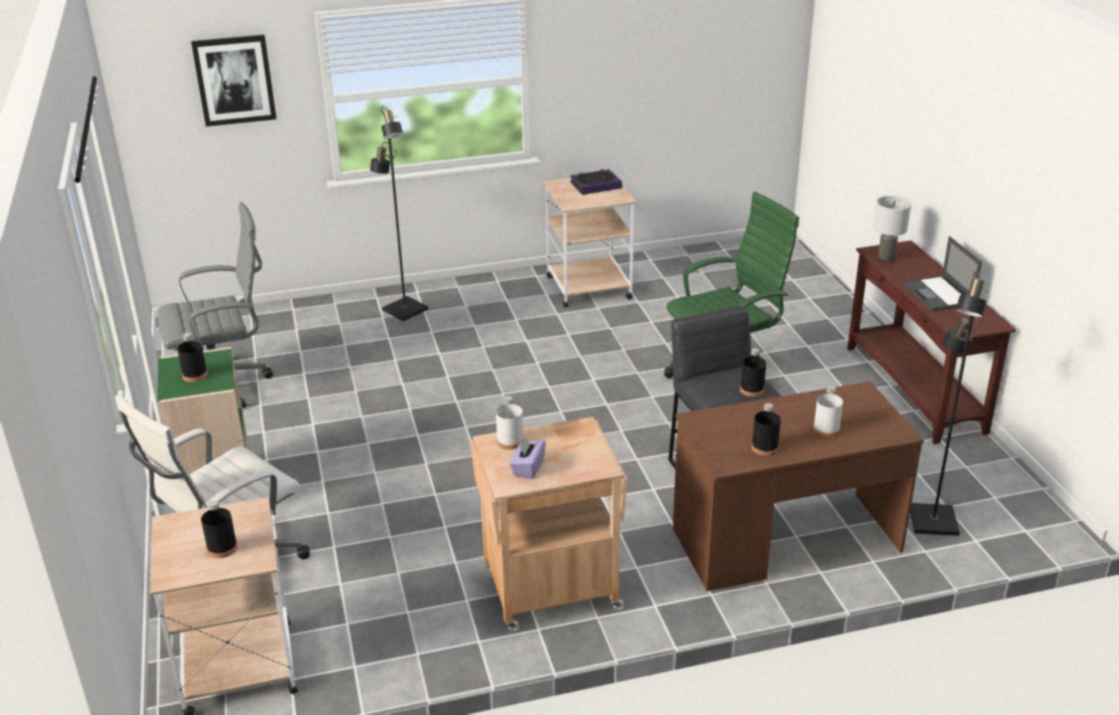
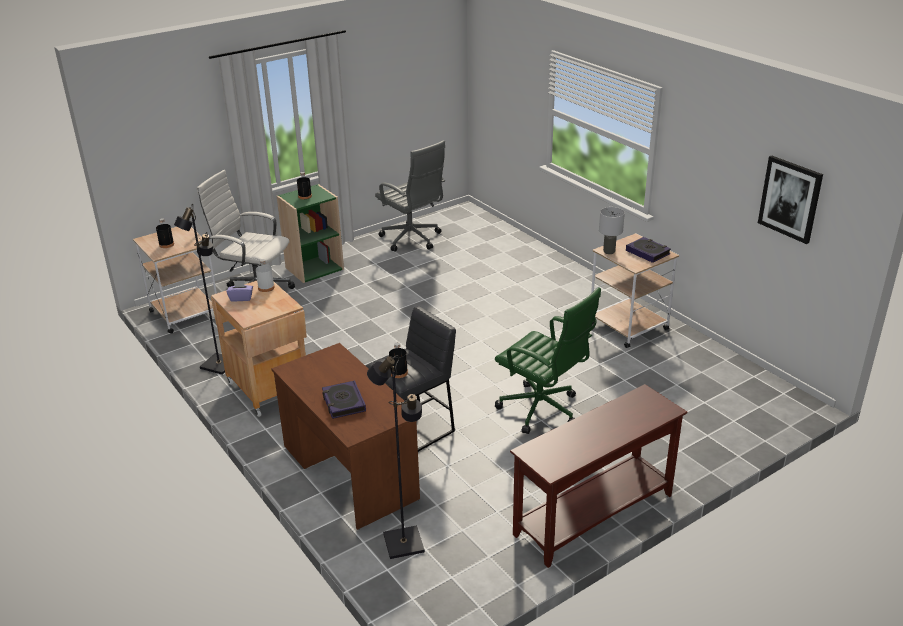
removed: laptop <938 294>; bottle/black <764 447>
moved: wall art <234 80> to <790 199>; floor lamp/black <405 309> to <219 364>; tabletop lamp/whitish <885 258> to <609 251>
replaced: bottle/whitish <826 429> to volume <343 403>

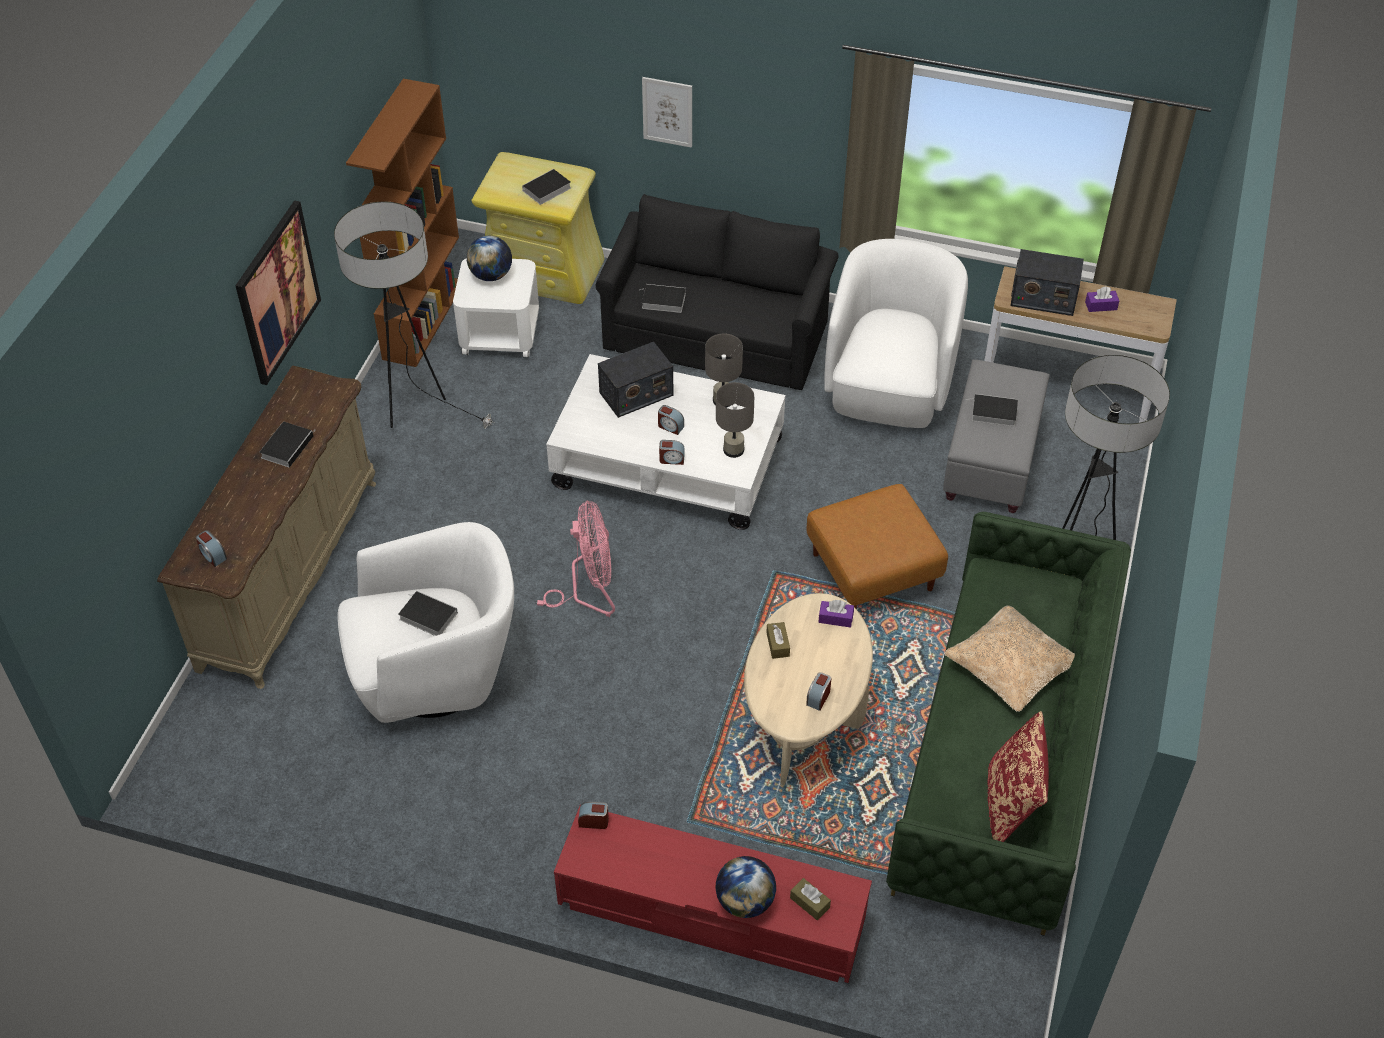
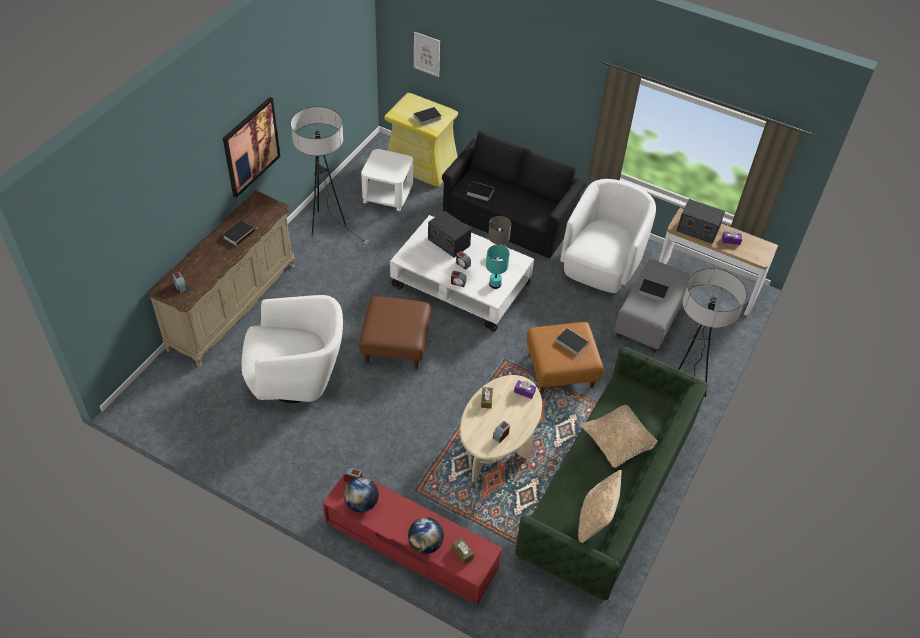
removed: bookcase/brown-coloured <423 319>
moved: wall art <667 111> to <427 54>; globe <491 275> to <362 503>; volume <426 616> to <570 342>
replaced: fan/pinkish <587 584> to pouffe/brown-coloured <395 345>
recoloured: tabletop lamp/grey <733 450> to tabletop lamp/turquoise <494 284>; pillow/red-coloured <1010 806> to pillow/beige <594 522>
turned: radio <636 394> = <448 242> 60 degrees clockwise

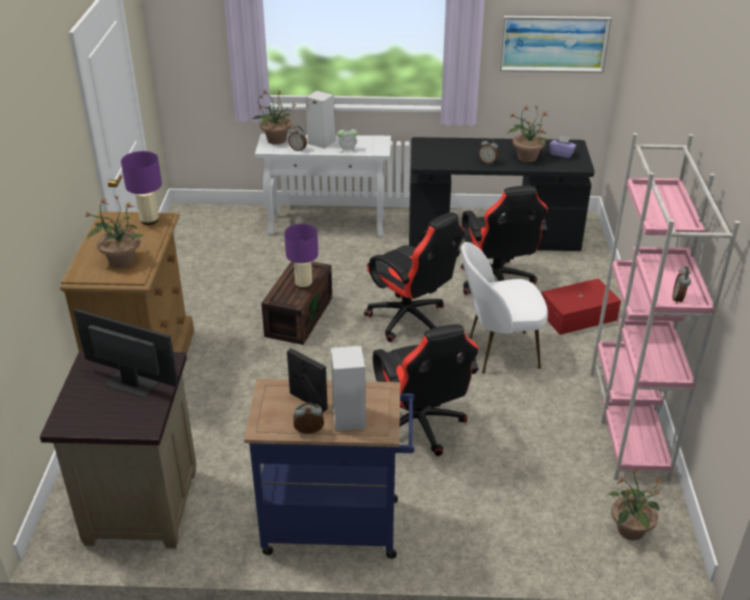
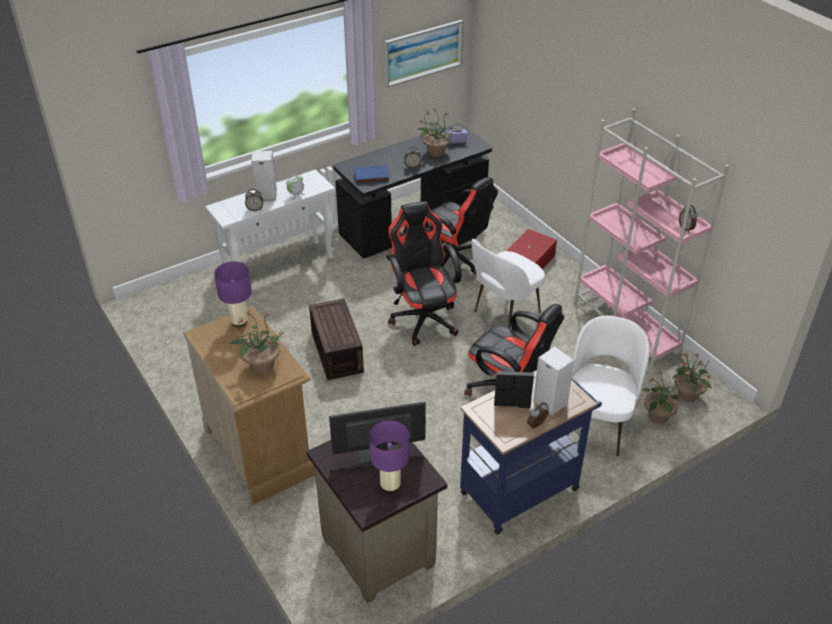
added: volume/blue <371 177>; upright chair/whitish <597 425>
moved: potted plant <276 140> to <657 416>; tabletop lamp/purple-coloured <304 284> to <390 484>
turned: computer chair/black <411 322> = <423 318> 120 degrees counterclockwise

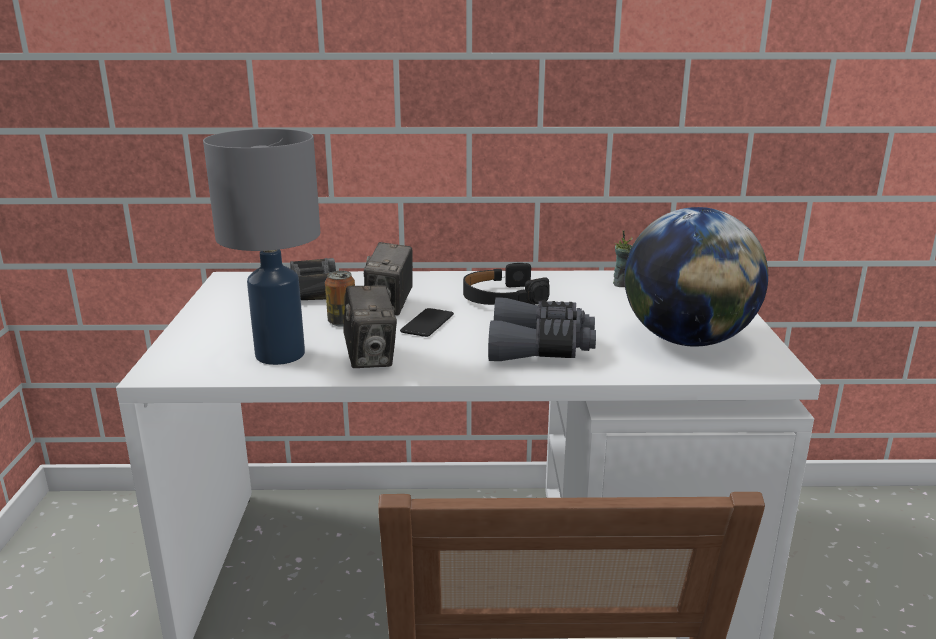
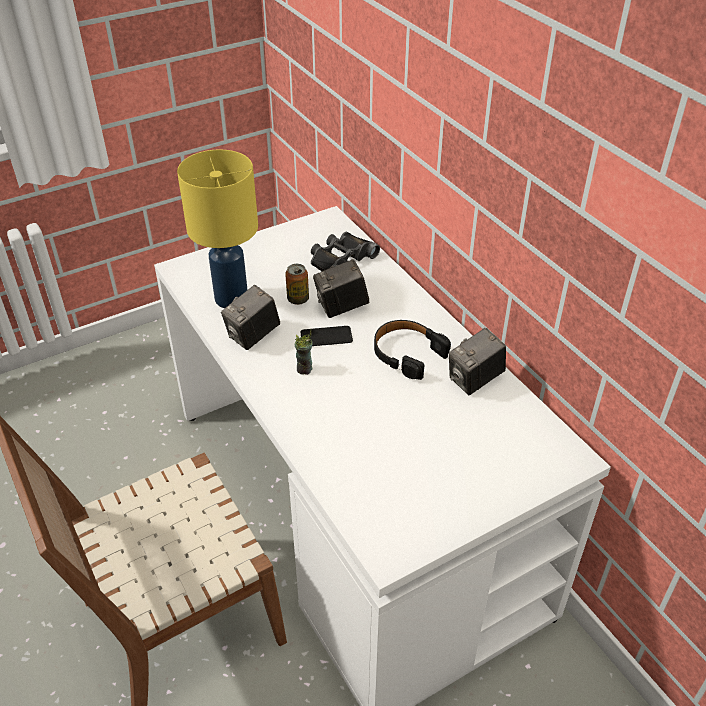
removed: globe <687 340>; field glasses/grey <541 348>
added: photo camera <475 380>
moved: small cup <621 284> to <305 369>
recoloured: tabletop lamp/grey <278 355> to tabletop lamp/yellow-coloured <230 298>

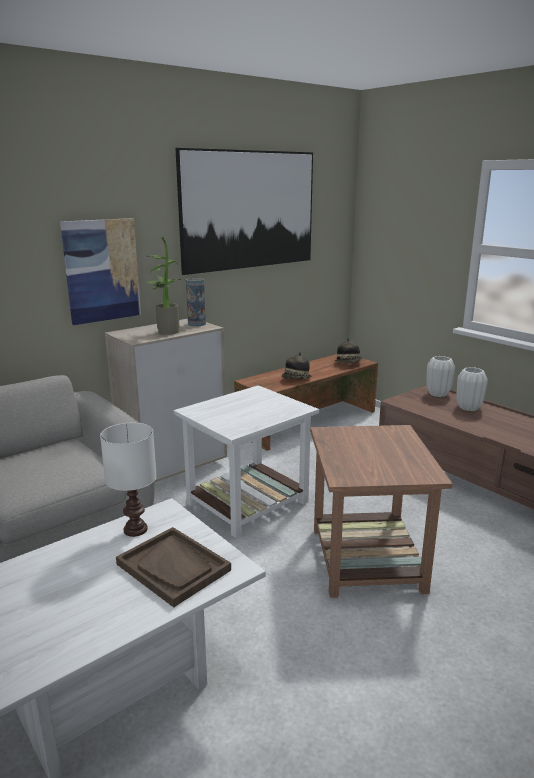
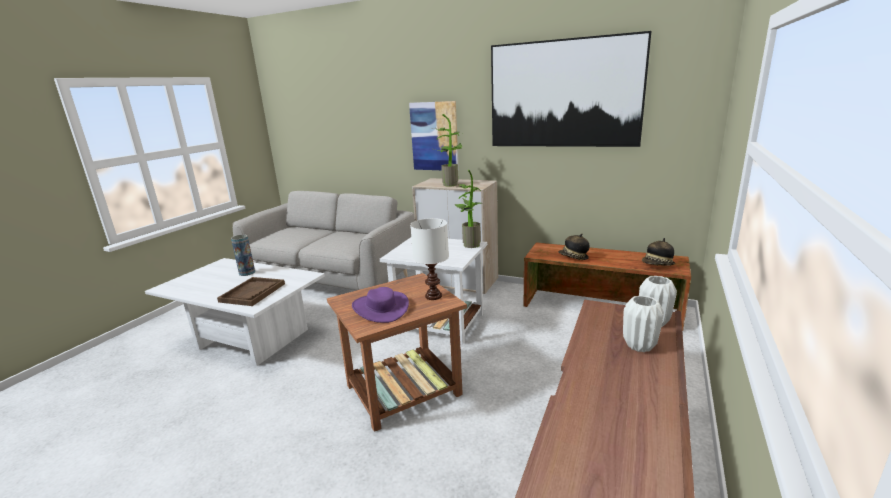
added: potted plant <469 244>; hat/purple-coloured <380 308>
moved: flower vase <197 324> to <247 273>; tabletop lamp/whitish <136 529> to <434 296>

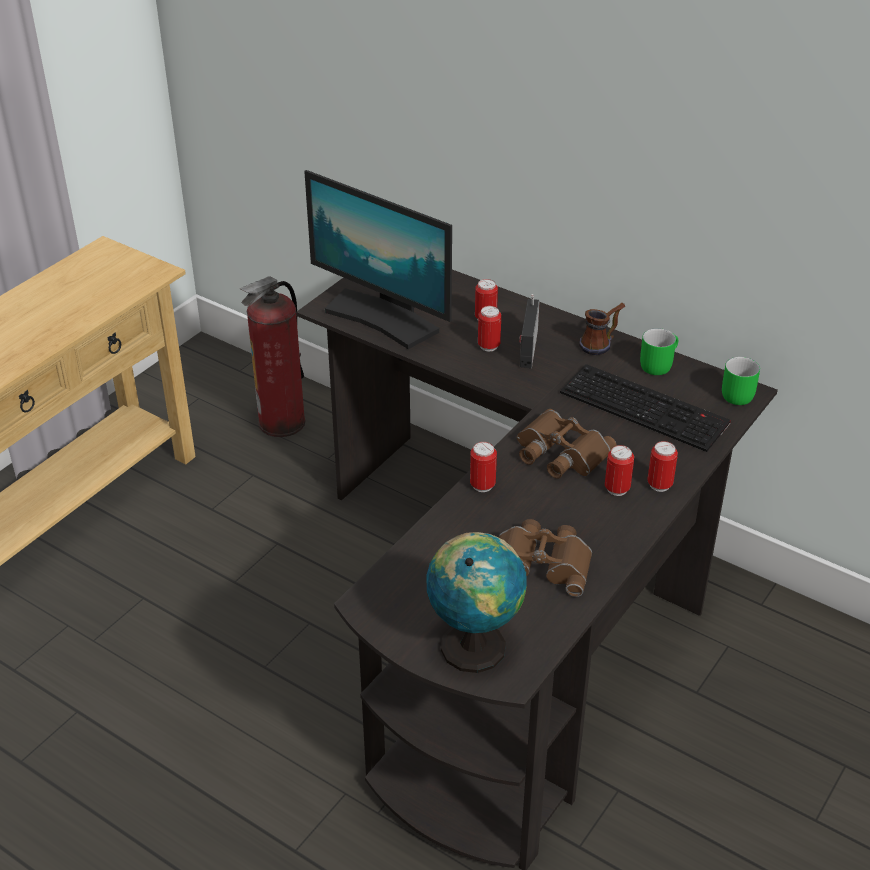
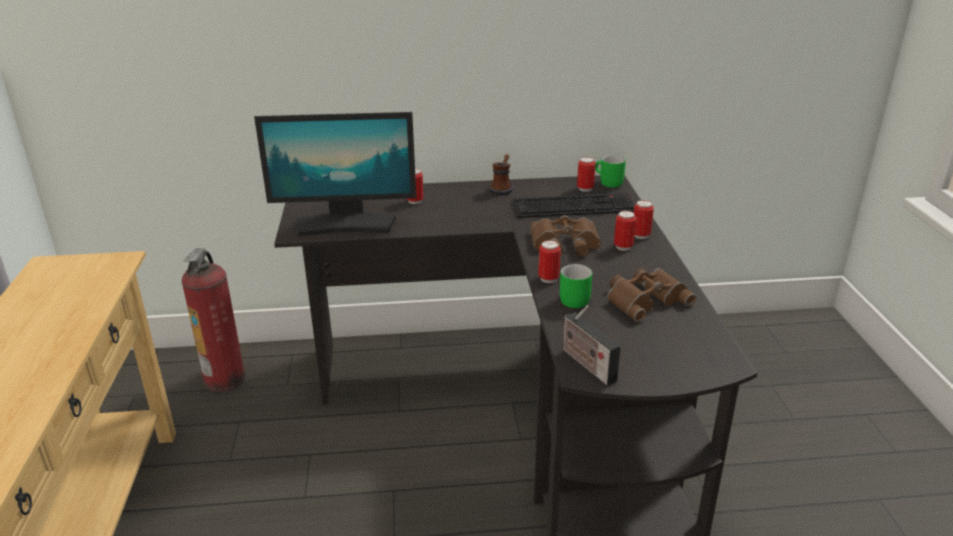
removed: globe <474 643>
moved: radio <528 347> to <586 363>; metal can <488 346> to <585 189>; coffee mug/green-coloured <657 364> to <572 298>

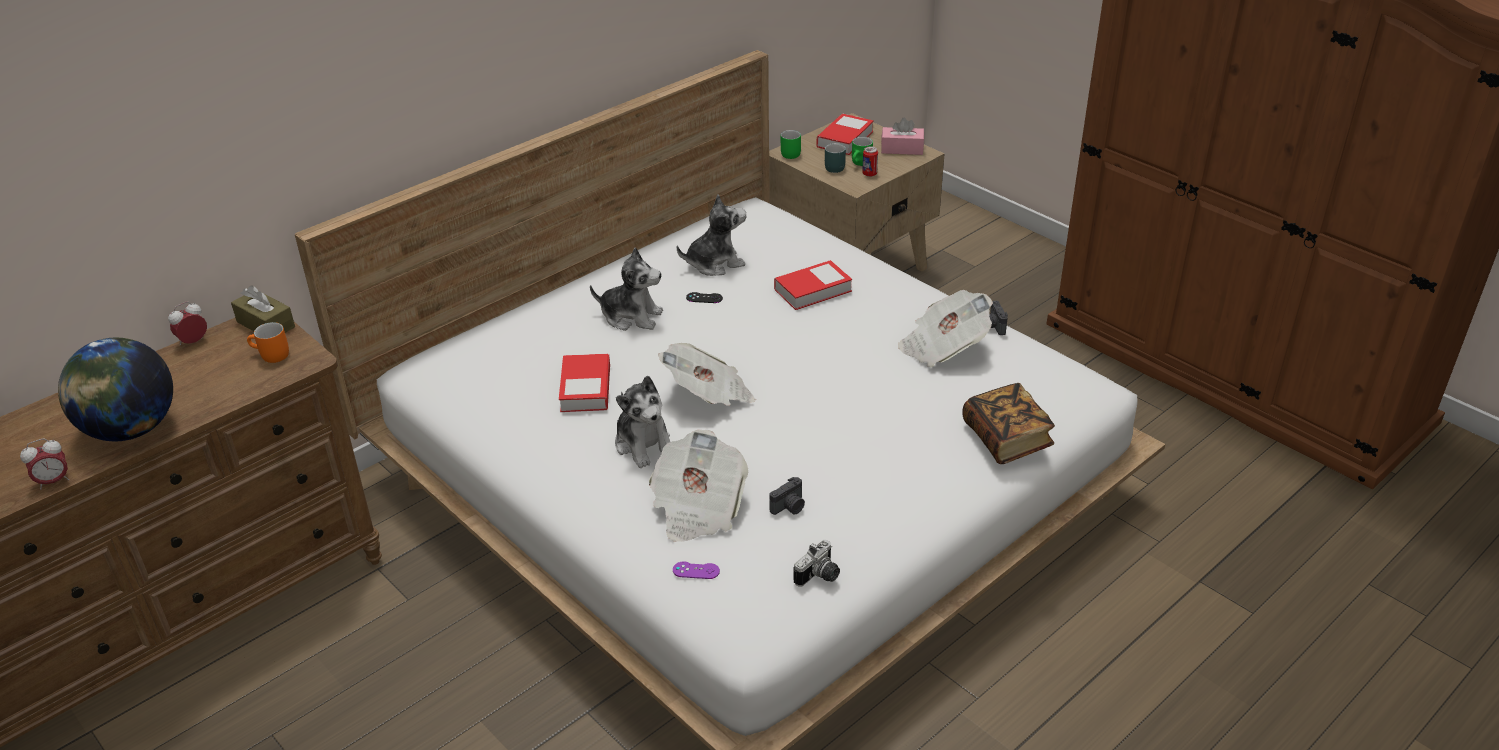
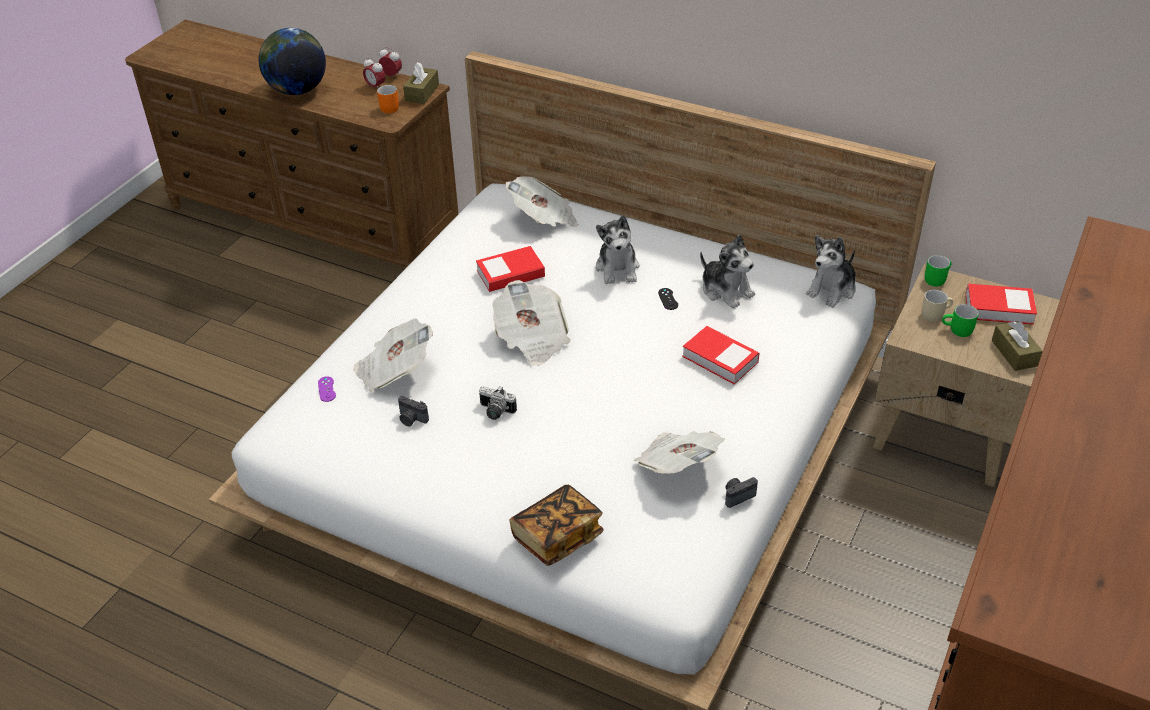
removed: metal can <869 174>
added: daily paper <544 218>
moved: cuddly toy <644 444> to <832 290>; alarm clock <54 481> to <375 87>; photo camera <820 576> to <495 412>
recoloured: box of tissues/pinkish <902 149> to box of tissues/brown-coloured <1014 353>; coffee mug/turquoise <833 167> to coffee mug/beige <934 314>

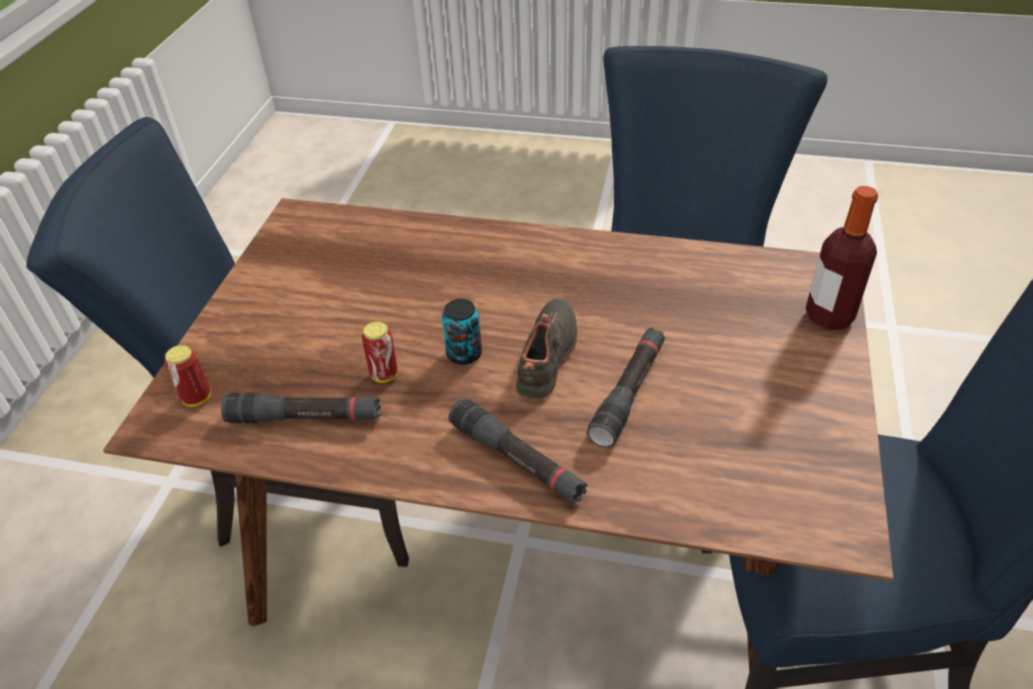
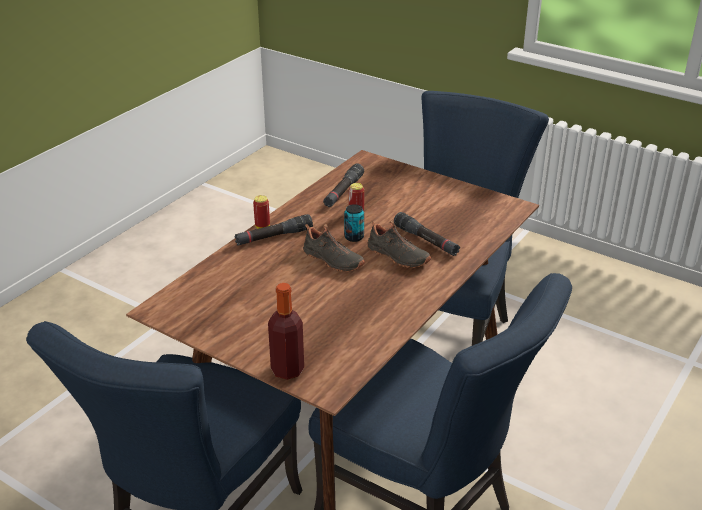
added: shoe/black <397 257>
moved: flashlight/black <628 393> to <426 240>; metal can <197 398> to <262 226>

